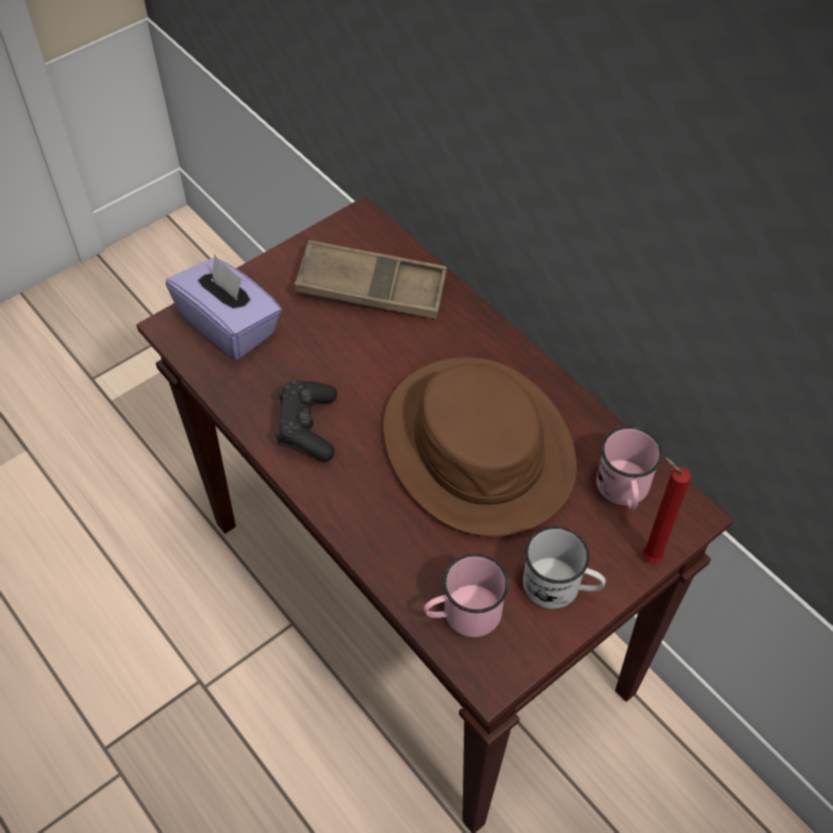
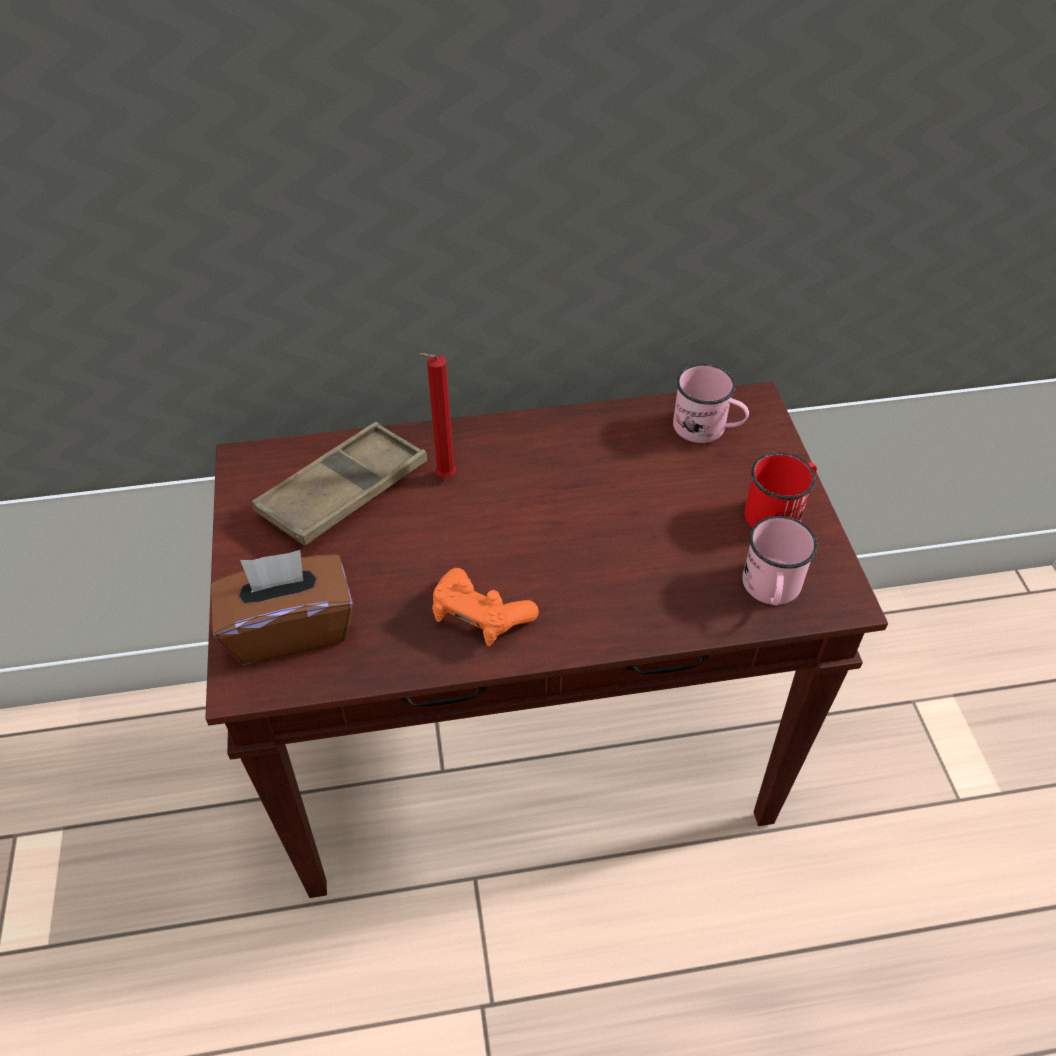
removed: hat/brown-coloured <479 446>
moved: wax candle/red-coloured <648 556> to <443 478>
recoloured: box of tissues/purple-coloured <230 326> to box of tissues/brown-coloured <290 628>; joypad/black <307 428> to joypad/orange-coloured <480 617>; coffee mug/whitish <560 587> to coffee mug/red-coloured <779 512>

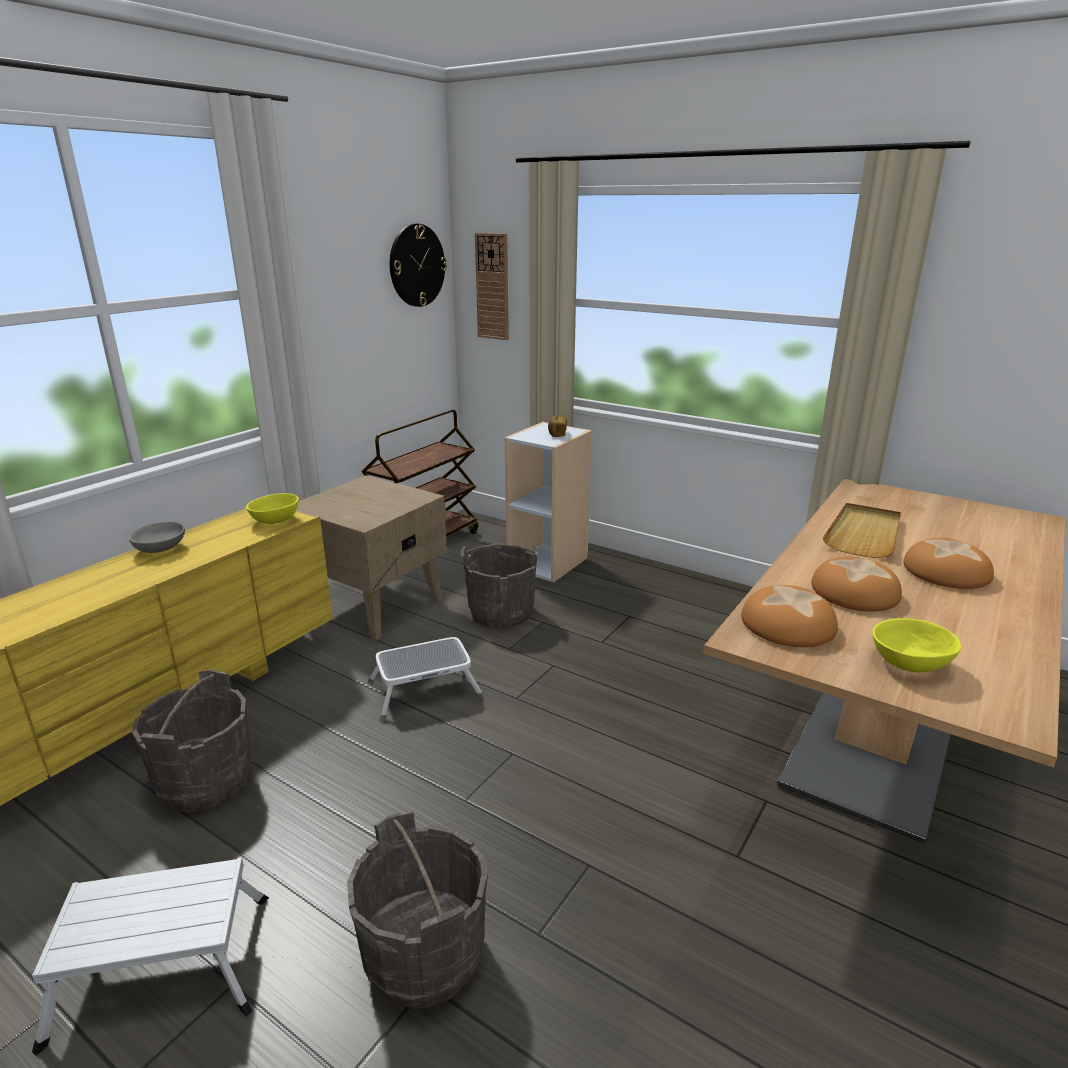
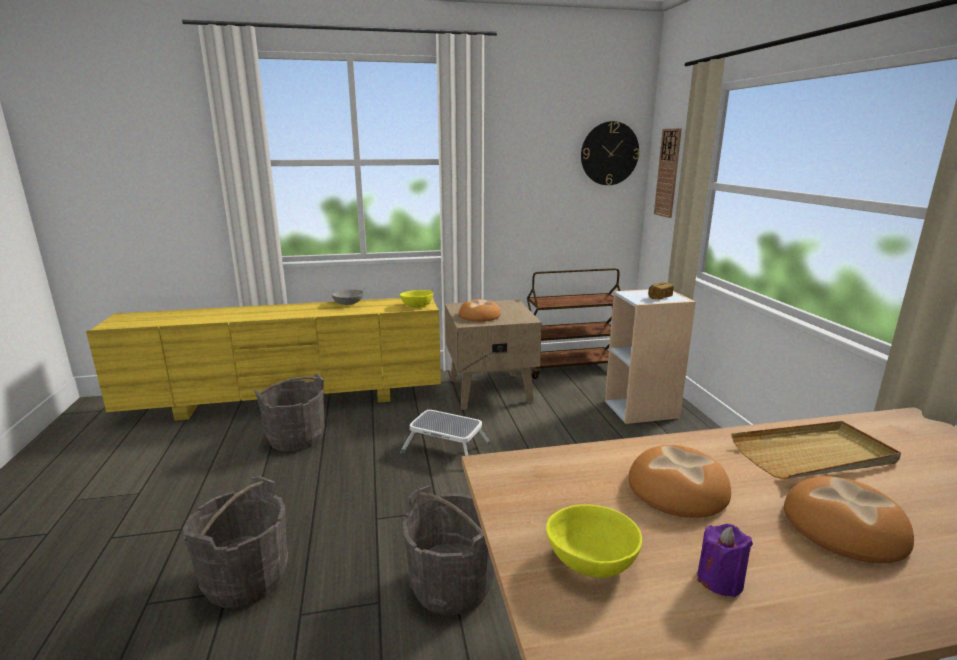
removed: stepladder/whitish <164 967>
added: wax candle/purple-coloured <720 580>
moved: water bucket/grey <501 612> to <452 584>; bread <786 624> to <479 315>

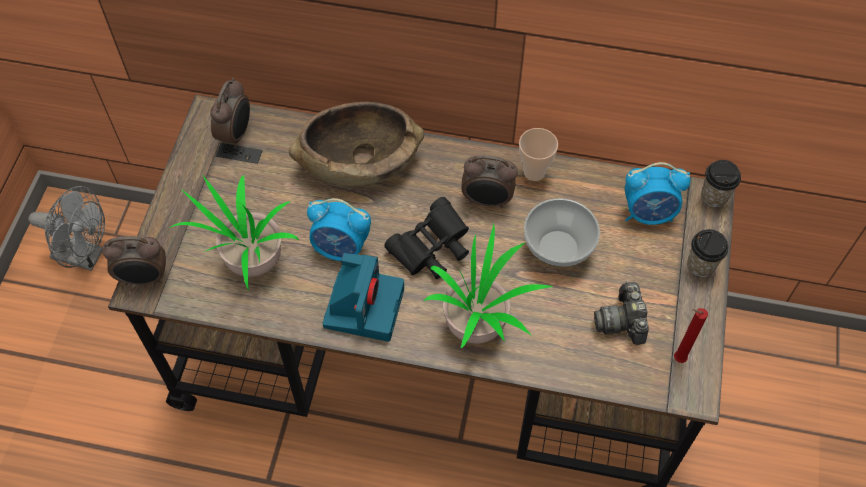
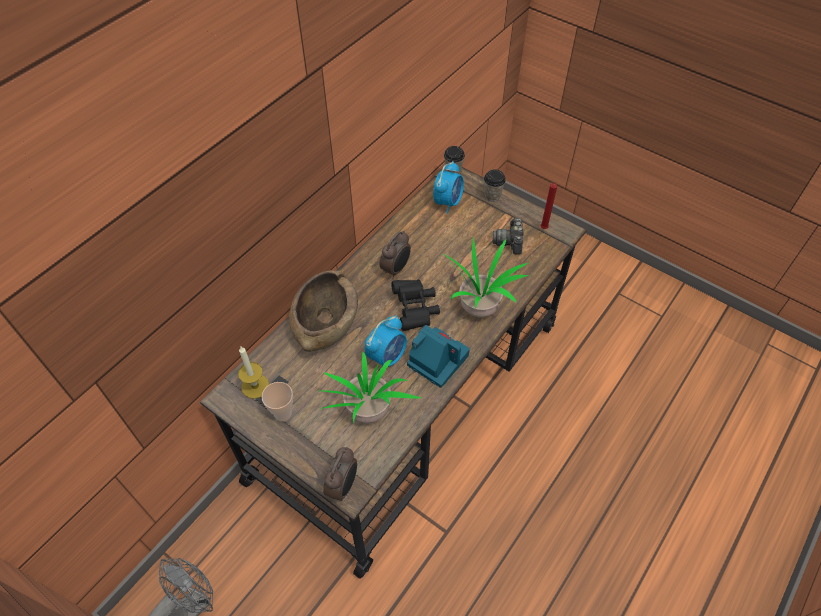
removed: serving bowl <557 248>
moved: small cup <534 172> to <283 413>
replaced: alarm clock <236 134> to wax candle <255 386>
turned: photo camera <622 321> = <509 242> 75 degrees clockwise

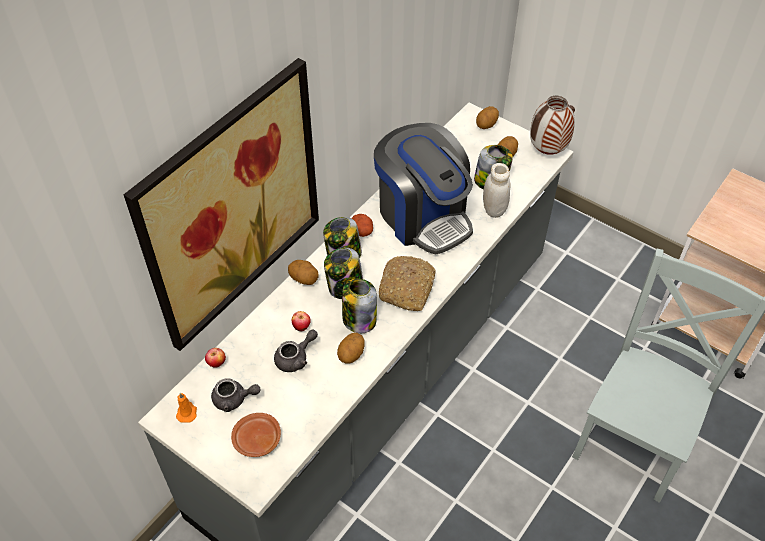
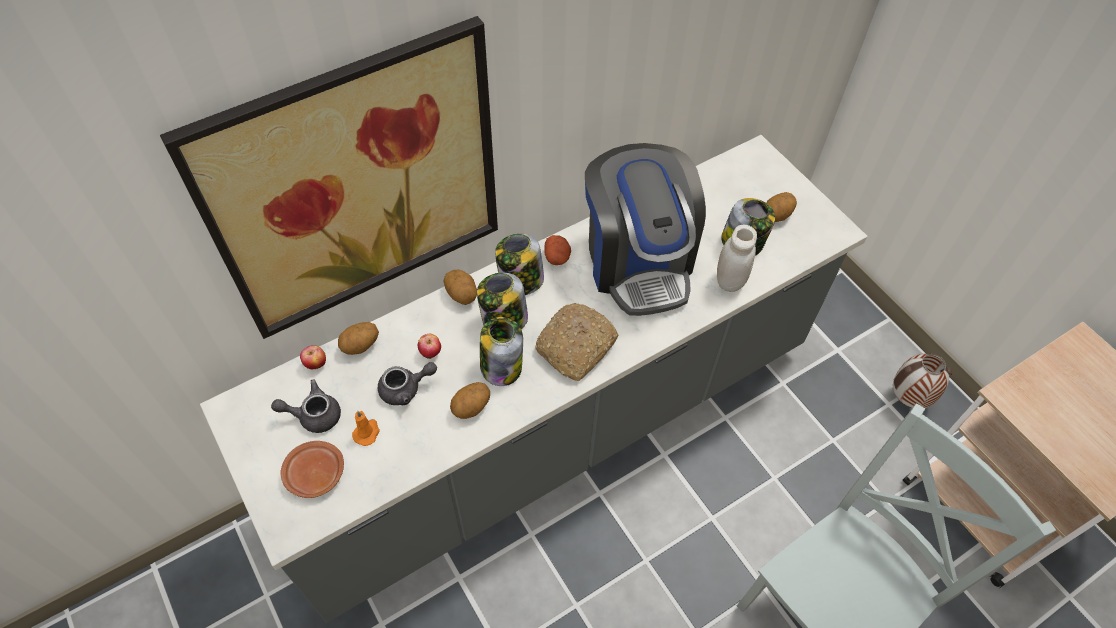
moved: flower vase <547 152> to <907 399>; potato <486 125> to <361 346>; wax candle/orange-coloured <187 412> to <367 432>
turned: teapot/grey <234 399> = <313 415> 150 degrees clockwise

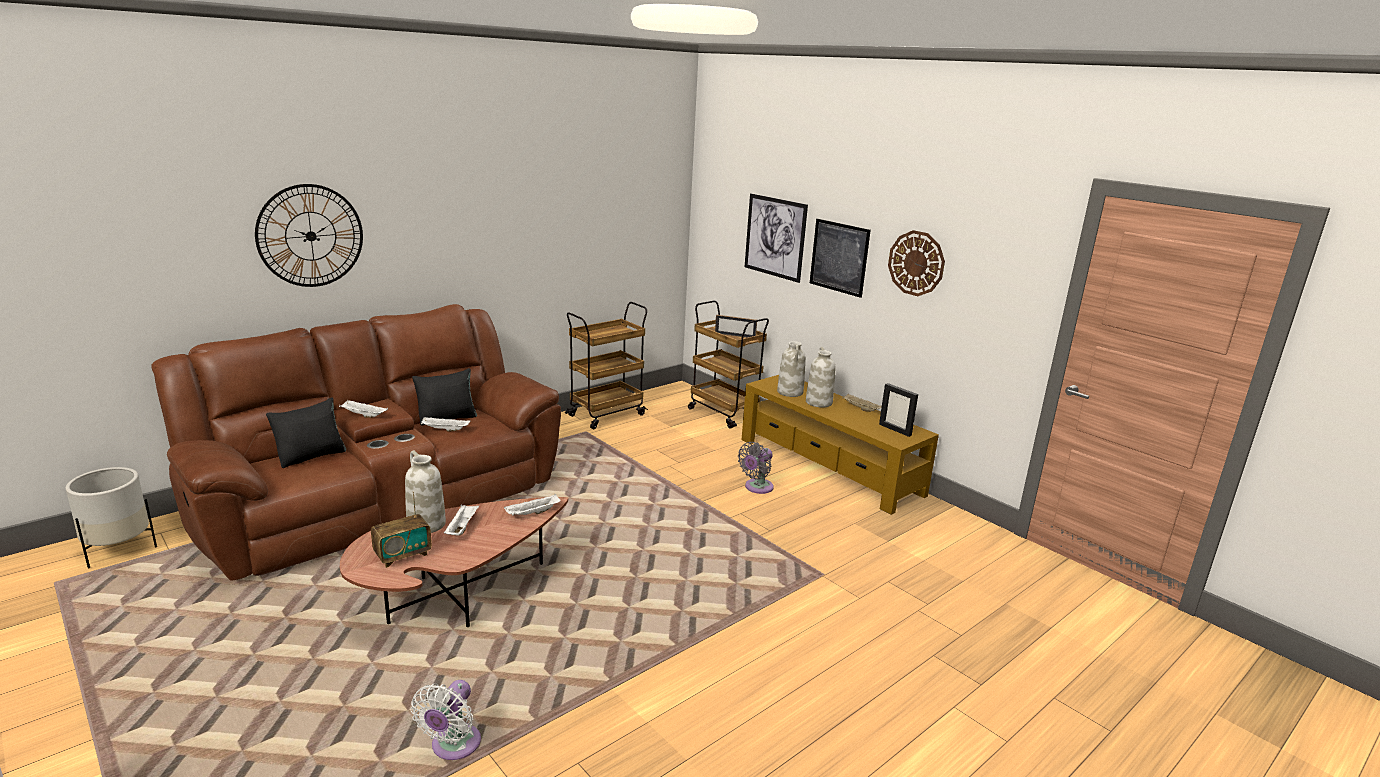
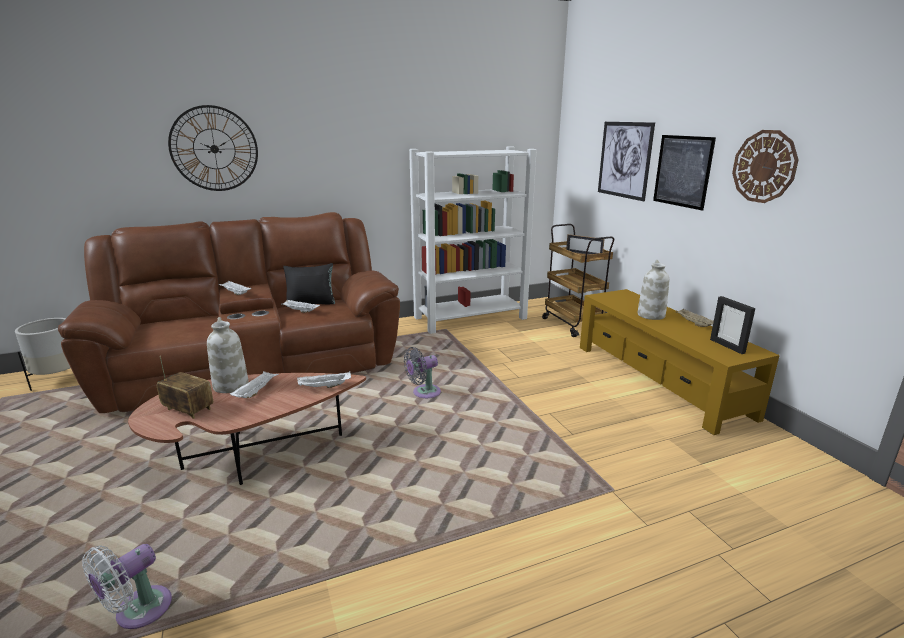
removed: flower vase/whitish <790 392>; pillow/black <311 456>
moved: fan/grey <757 488> to <423 393>
replaced: trolley/brown-coloured <607 415> to bookcase/whitish <470 318>
turned: radio <403 555> = <188 409> 135 degrees counterclockwise

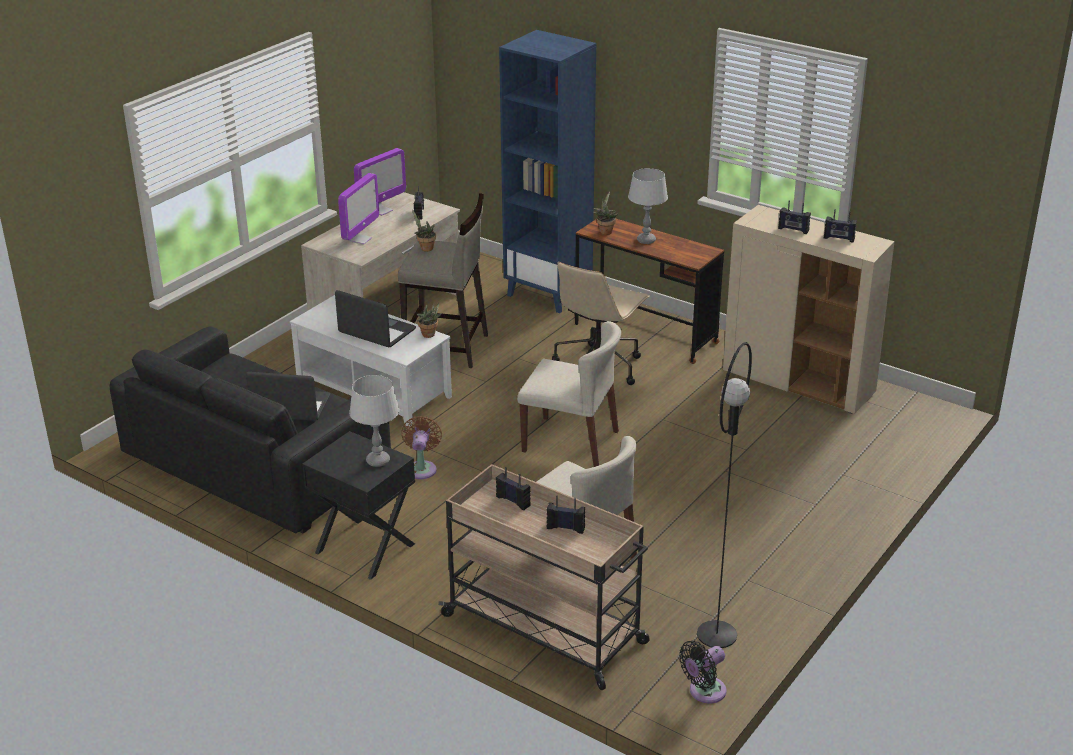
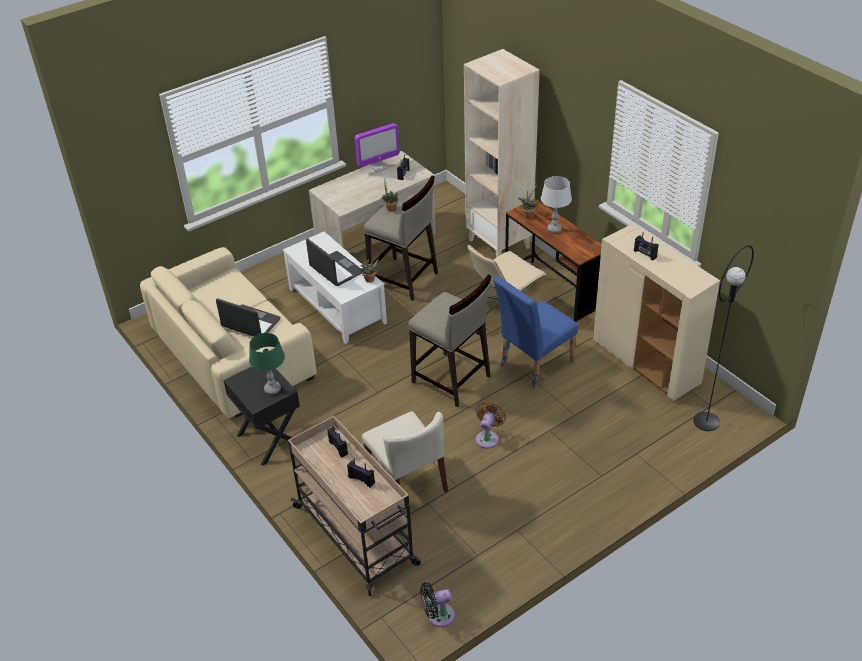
removed: computer display <360 239>; radio <839 239>
added: upright chair/blue <532 366>
moved: floor lamp/black <717 635> to <706 421>; fan/brown-coloured <422 468> to <488 438>
replaced: upright chair/beige <571 441> to stool/beige <451 380>
recoloured: bookcase/blue <549 294> to bookcase/beige <499 244>; couch/black <256 465> to couch/beige <232 354>; tabletop lamp/grey <378 461> to tabletop lamp/green-coloured <272 389>

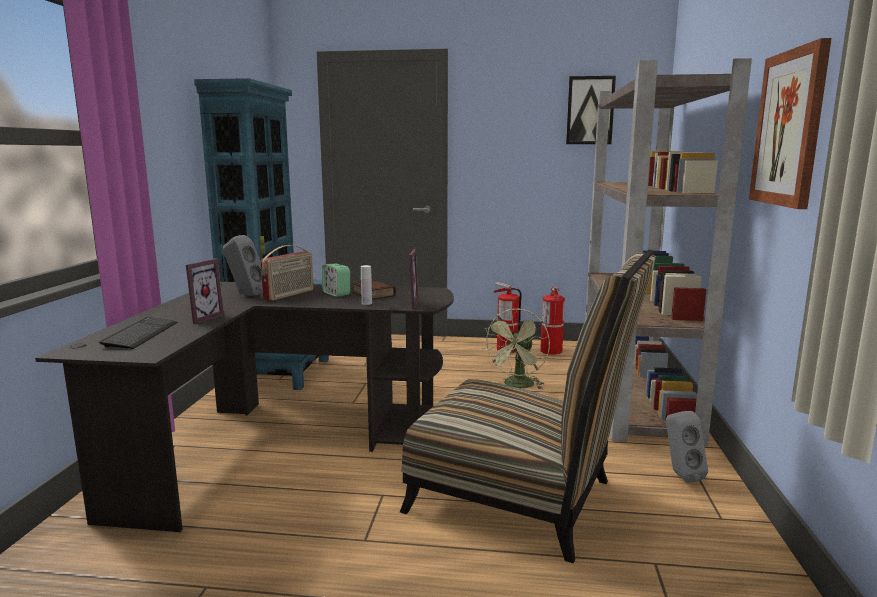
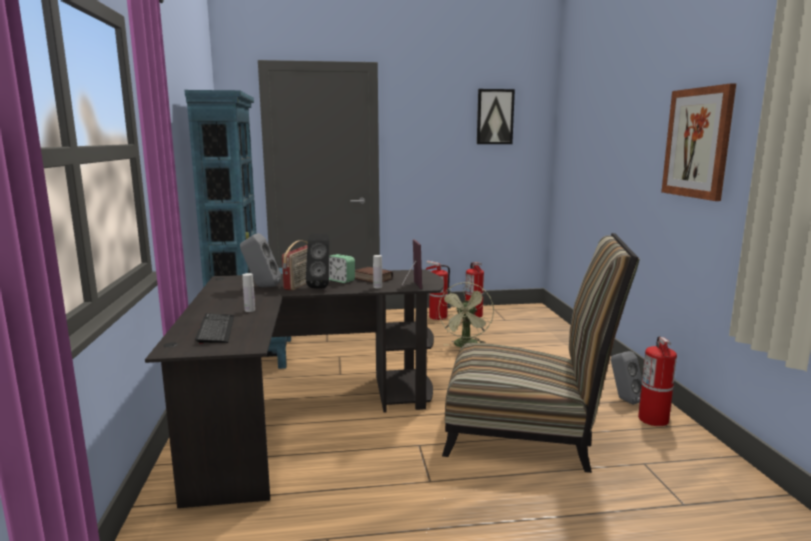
removed: bookcase/brown-coloured <634 391>
added: audio speaker/black <320 286>; fire extinguisher <653 419>
replaced: photo frame <201 317> to bottle/whitish <250 310>

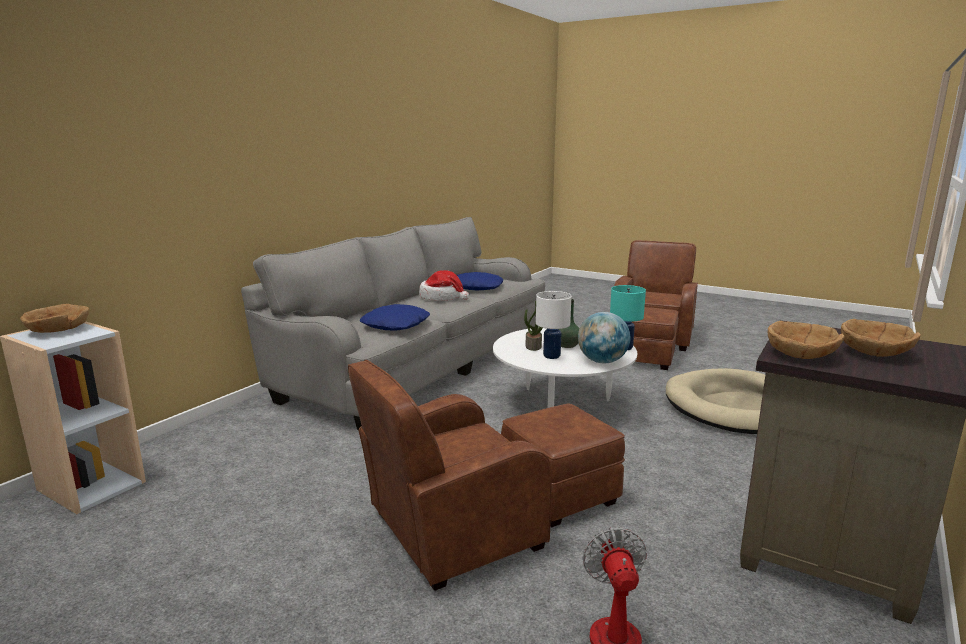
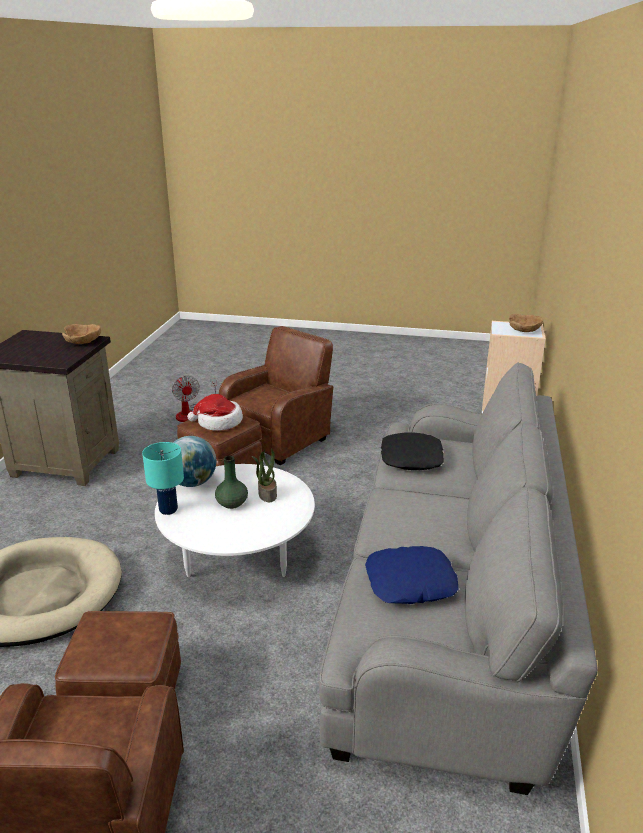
removed: tabletop lamp/whitish <552 356>; serving bowl/brown-coloured <875 352>
moved: hat <442 297> to <218 422>
recoloured: pillow/blue <396 325> to pillow/black <411 458>

